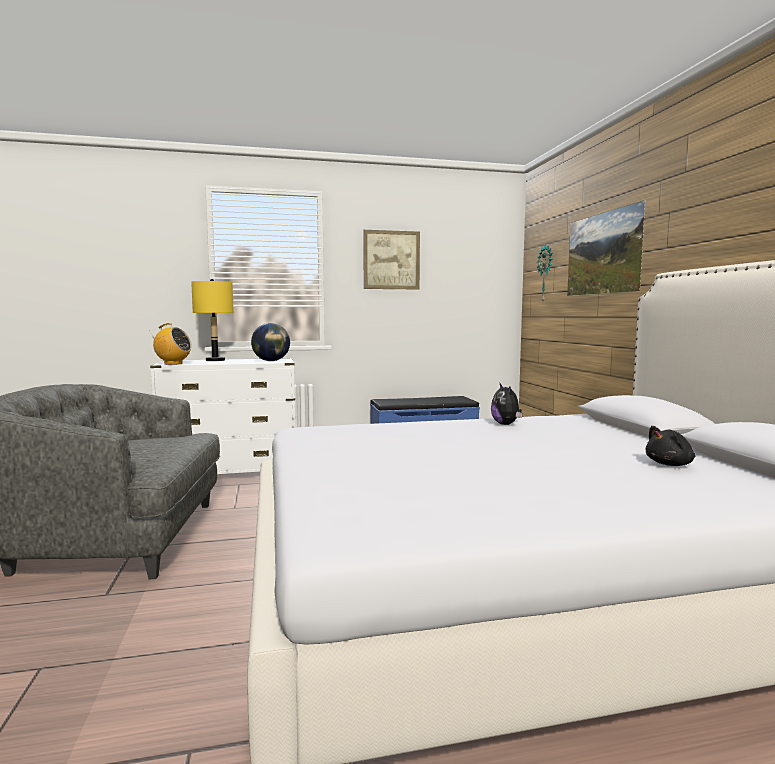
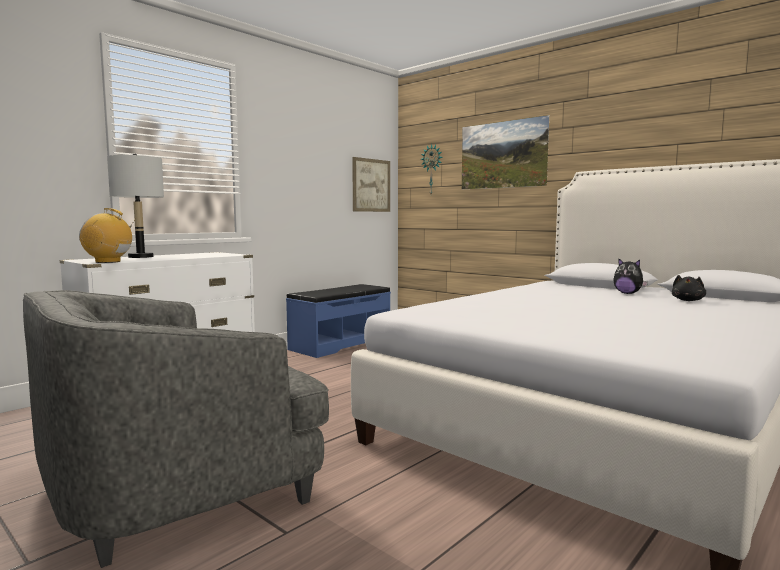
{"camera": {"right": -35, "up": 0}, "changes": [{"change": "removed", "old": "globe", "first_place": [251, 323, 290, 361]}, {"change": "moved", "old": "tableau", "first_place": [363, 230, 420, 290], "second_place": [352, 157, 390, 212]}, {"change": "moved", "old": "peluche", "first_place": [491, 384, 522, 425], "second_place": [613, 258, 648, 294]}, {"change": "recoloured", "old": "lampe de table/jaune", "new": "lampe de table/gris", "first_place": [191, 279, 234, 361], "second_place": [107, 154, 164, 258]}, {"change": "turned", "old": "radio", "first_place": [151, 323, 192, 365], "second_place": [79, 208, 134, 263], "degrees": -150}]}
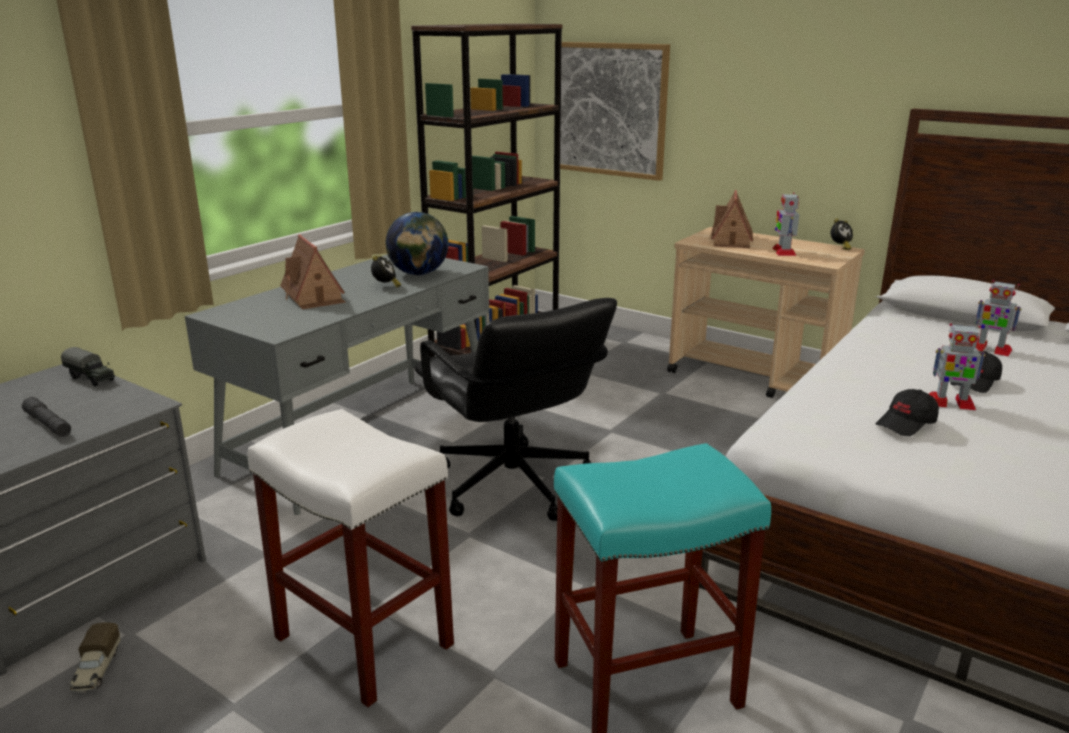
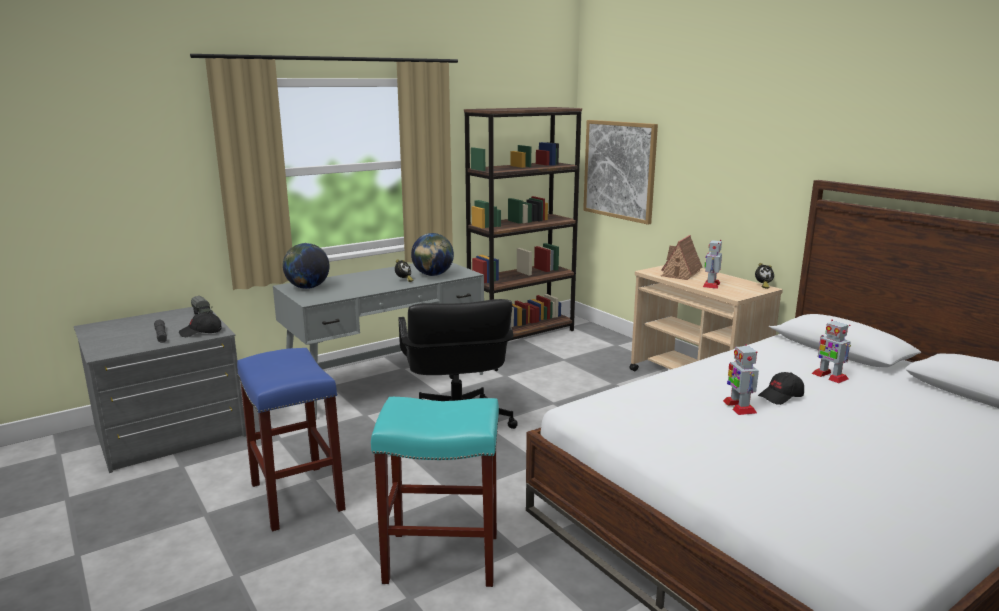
{"camera": {"right": 20, "up": -5}, "changes": [{"change": "removed", "old": "camion jouet", "first_place": [69, 622, 121, 693]}, {"change": "removed", "old": "maison miniature", "first_place": [280, 234, 345, 309]}, {"change": "added", "new": "globe", "second_place": [283, 243, 330, 289]}, {"change": "moved", "old": "casquette/noir", "first_place": [876, 389, 939, 436], "second_place": [179, 312, 222, 337]}, {"change": "recoloured", "old": "tabouret/blanc", "new": "tabouret/bleu", "first_place": [247, 409, 454, 707], "second_place": [237, 348, 346, 532]}, {"change": "turned", "old": "robot jouet", "first_place": [929, 323, 986, 410], "second_place": [723, 344, 759, 415], "degrees": 45}]}
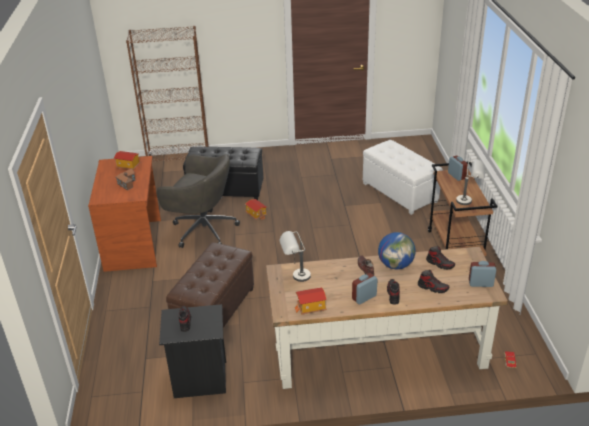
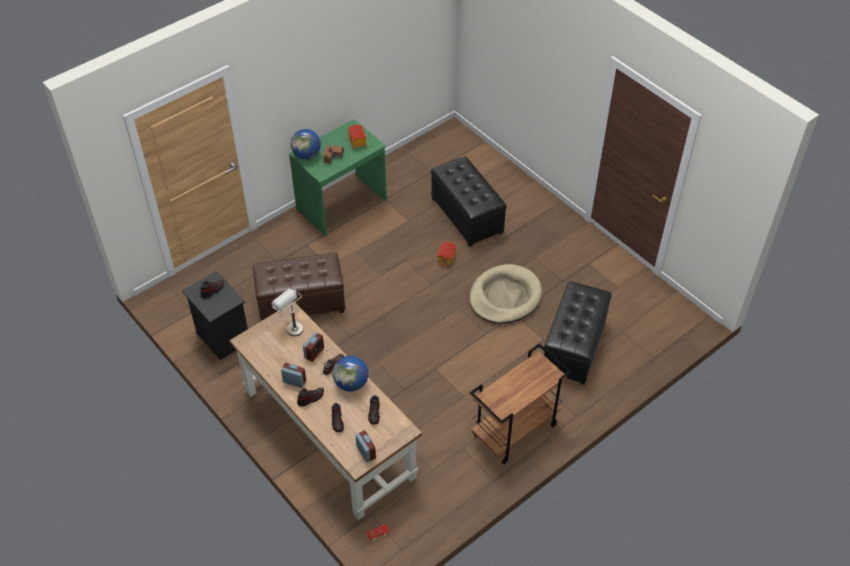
{"camera": {"right": 55, "up": 15}, "changes": [{"change": "removed", "old": "bibliothèque/marron", "first_place": [126, 26, 209, 162]}, {"change": "removed", "old": "chaise de bureau/gris", "first_place": [157, 154, 240, 248]}, {"change": "removed", "old": "maison miniature", "first_place": [295, 287, 327, 315]}, {"change": "removed", "old": "lampe de table/gris", "first_place": [456, 160, 485, 205]}, {"change": "added", "new": "globe", "second_place": [291, 129, 321, 159]}, {"change": "added", "new": "panier pour chien/beige", "second_place": [469, 264, 542, 324]}, {"change": "moved", "old": "réveil", "first_place": [448, 156, 467, 181], "second_place": [303, 332, 324, 362]}, {"change": "recoloured", "old": "bureau/marron", "new": "bureau/vert", "first_place": [88, 156, 161, 272], "second_place": [289, 119, 387, 236]}, {"change": "recoloured", "old": "pouf/blanc", "new": "pouf/noir", "first_place": [363, 140, 443, 215], "second_place": [544, 281, 612, 385]}]}
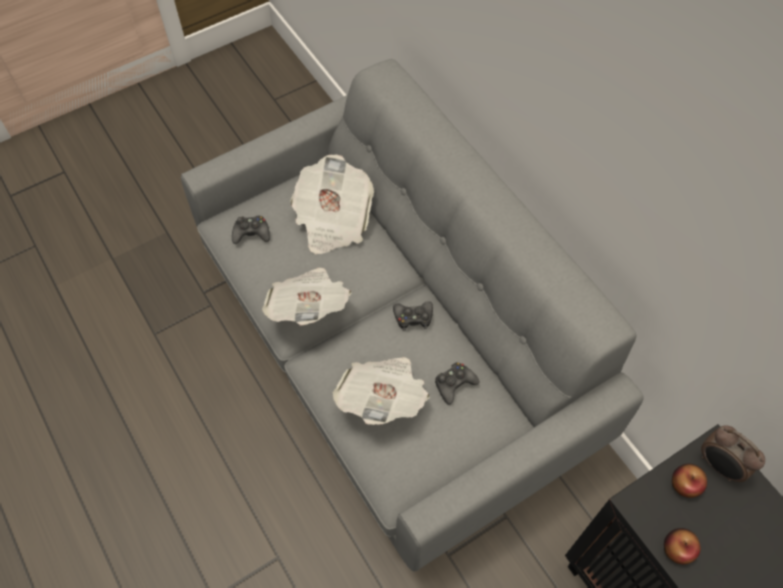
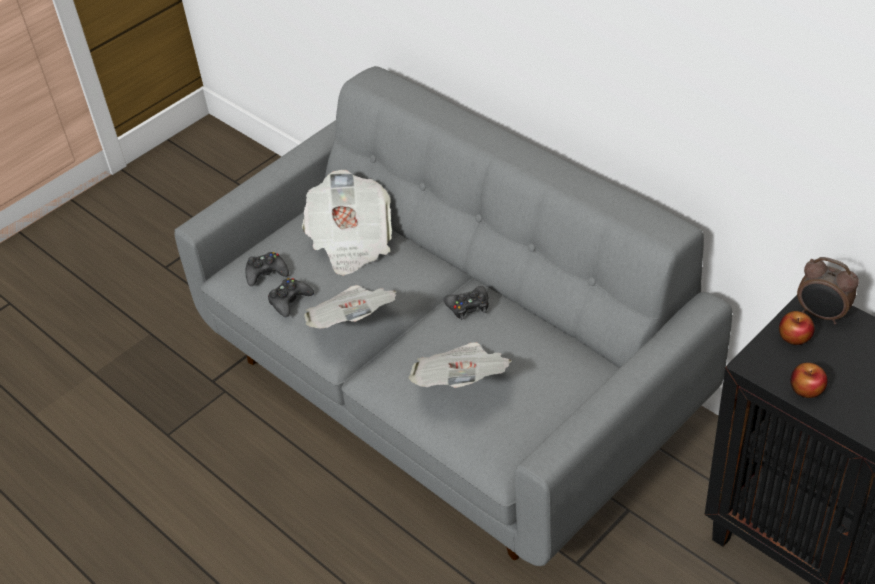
{"camera": {"right": -10, "up": -15}, "changes": [{"change": "moved", "old": "manette/noir", "first_place": [435, 362, 479, 405], "second_place": [268, 278, 314, 317]}]}
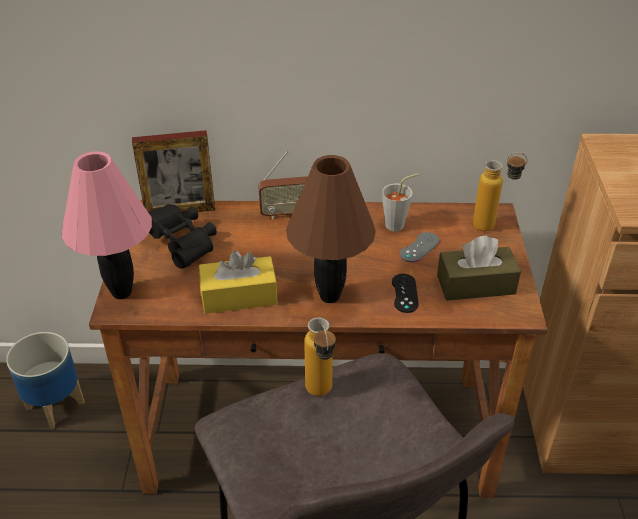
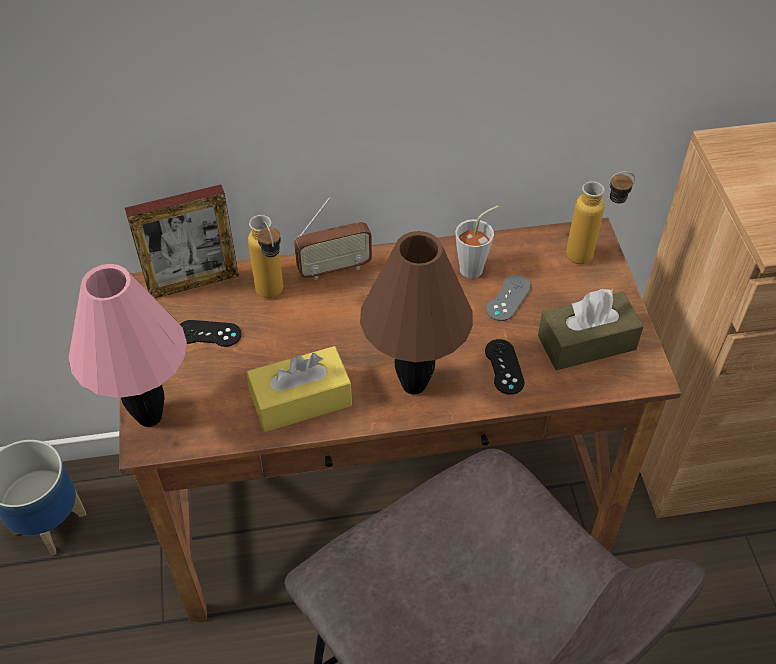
{"camera": {"right": -10, "up": 10}, "changes": [{"change": "moved", "old": "bouteille", "first_place": [304, 317, 336, 396], "second_place": [248, 215, 283, 298]}, {"change": "replaced", "old": "jumelles/noir", "new": "manette/noir", "first_place": [148, 204, 217, 269], "second_place": [180, 320, 241, 347]}]}
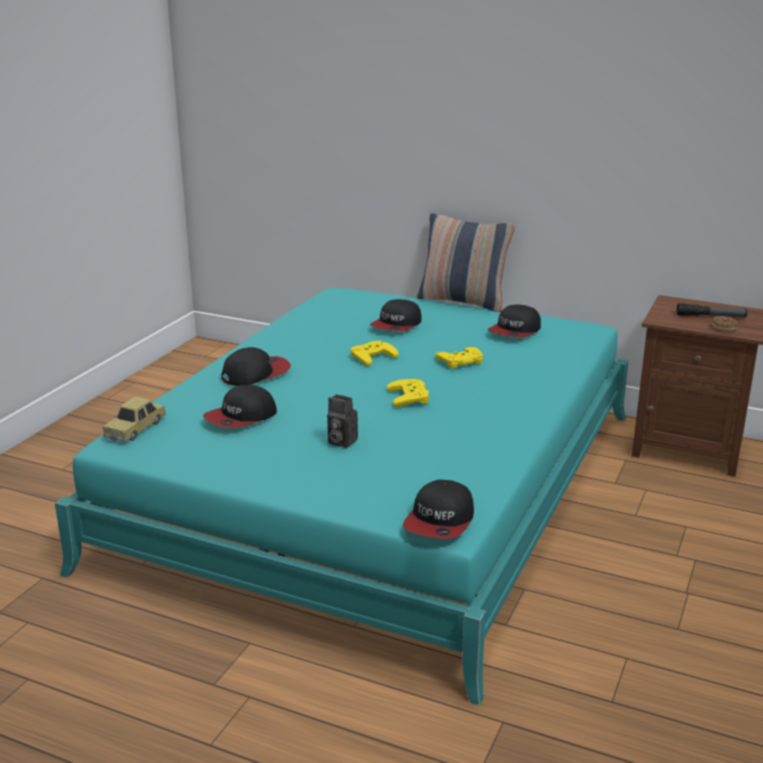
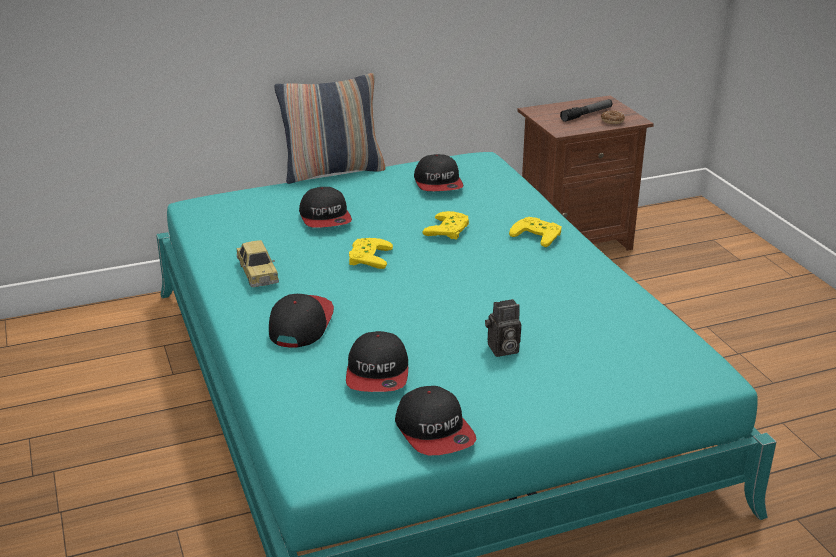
{"camera": {"right": -45, "up": 5}, "changes": [{"change": "moved", "old": "petite voiture", "first_place": [103, 397, 166, 442], "second_place": [237, 240, 279, 287]}, {"change": "moved", "old": "manette/jaune", "first_place": [387, 379, 429, 407], "second_place": [509, 217, 562, 247]}, {"change": "moved", "old": "casquette", "first_place": [403, 480, 474, 539], "second_place": [395, 386, 477, 455]}]}
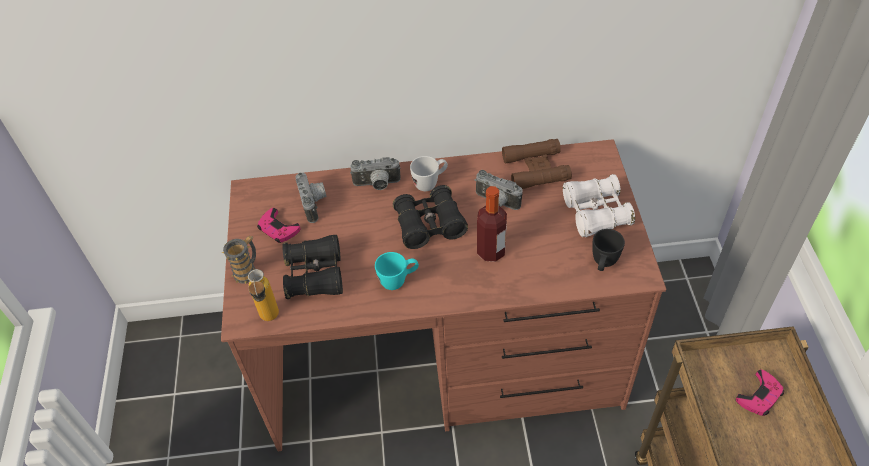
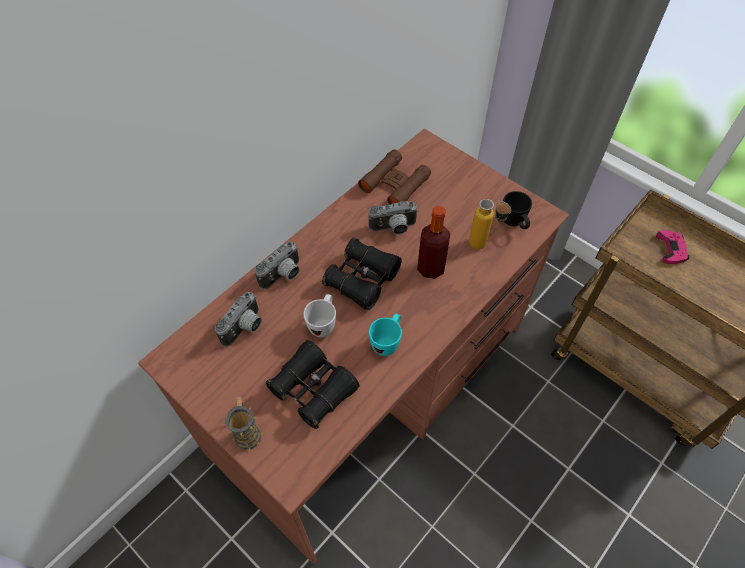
{"camera": {"right": -45, "up": 5}, "changes": [{"change": "removed", "old": "manette/rose", "first_place": [257, 208, 301, 243]}, {"change": "removed", "old": "jumelles/blanc", "first_place": [563, 174, 635, 237]}, {"change": "moved", "old": "bouteille", "first_place": [248, 269, 279, 321], "second_place": [469, 199, 511, 250]}, {"change": "moved", "old": "mug/blanc", "first_place": [410, 156, 448, 191], "second_place": [303, 294, 336, 337]}, {"change": "turned", "old": "appareil photo", "first_place": [295, 172, 327, 223], "second_place": [215, 292, 262, 347], "degrees": 90}]}
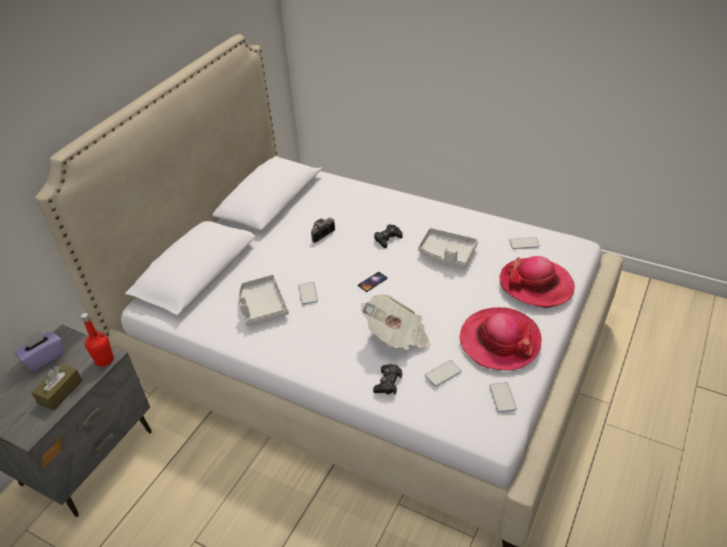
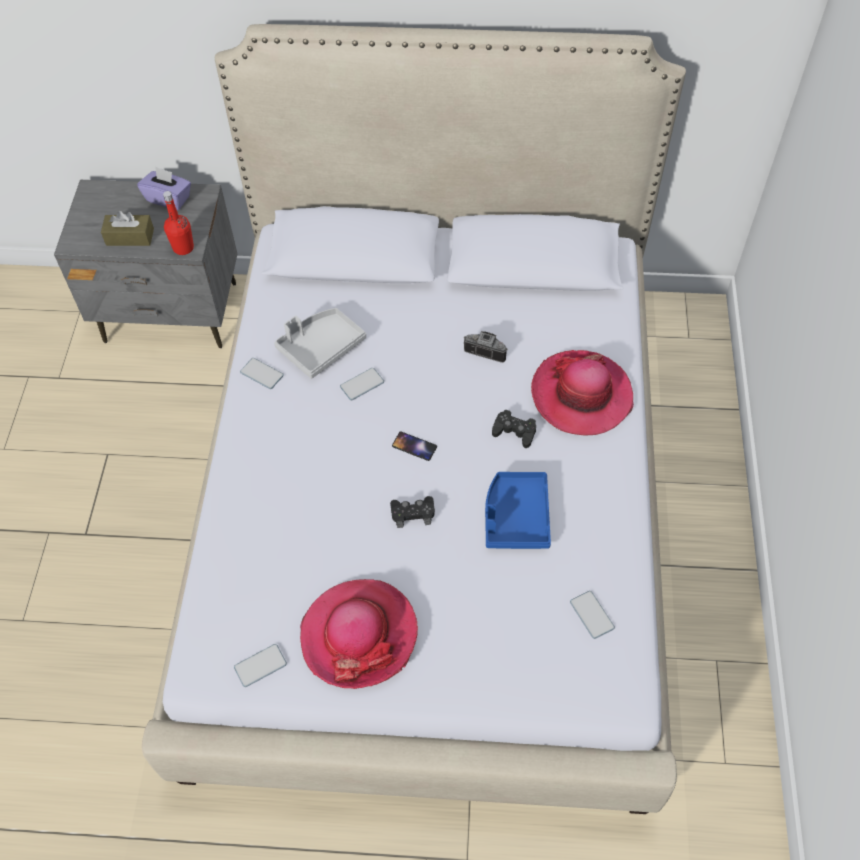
{"camera": {"right": 65, "up": 15}, "changes": [{"change": "removed", "old": "journal", "first_place": [361, 295, 431, 350]}, {"change": "moved", "old": "manette/noir", "first_place": [373, 364, 402, 395], "second_place": [390, 496, 435, 528]}, {"change": "moved", "old": "téléphone", "first_place": [425, 360, 462, 387], "second_place": [240, 358, 284, 389]}, {"change": "moved", "old": "chapeau", "first_place": [500, 256, 575, 308], "second_place": [531, 350, 634, 436]}, {"change": "recoloured", "old": "plateau/gris", "new": "plateau/bleu", "first_place": [418, 228, 478, 268], "second_place": [485, 472, 551, 549]}]}
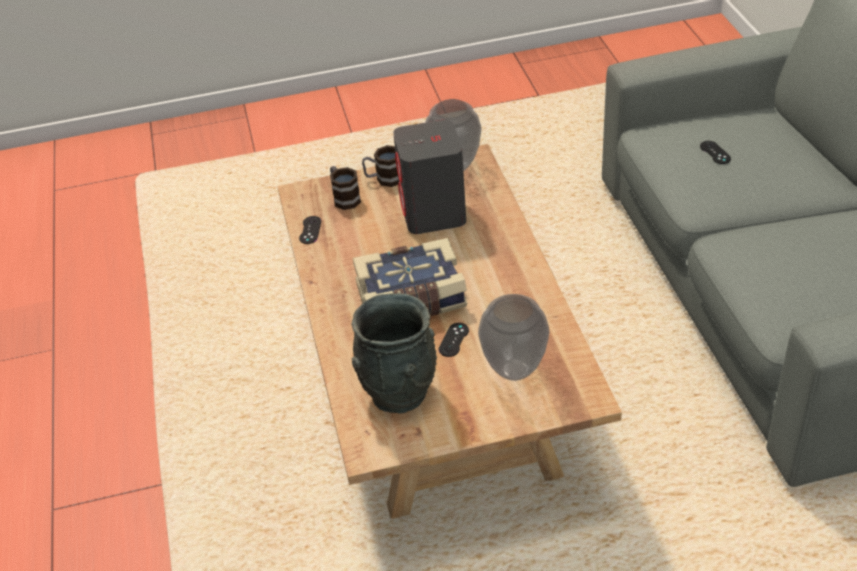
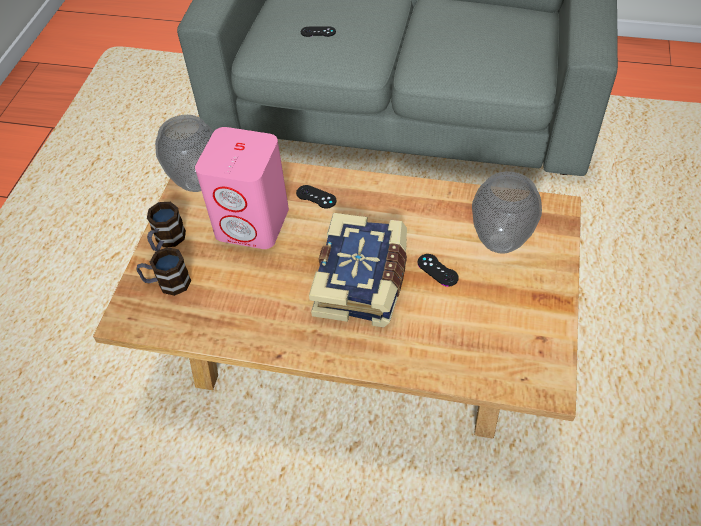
{"camera": {"right": -65, "up": 10}, "changes": [{"change": "removed", "old": "vase/gris", "first_place": [351, 293, 437, 414]}, {"change": "moved", "old": "manette/noir", "first_place": [299, 216, 321, 244], "second_place": [296, 185, 336, 208]}, {"change": "recoloured", "old": "enceinte/gris", "new": "enceinte/rose", "first_place": [393, 120, 466, 234], "second_place": [195, 127, 289, 249]}]}
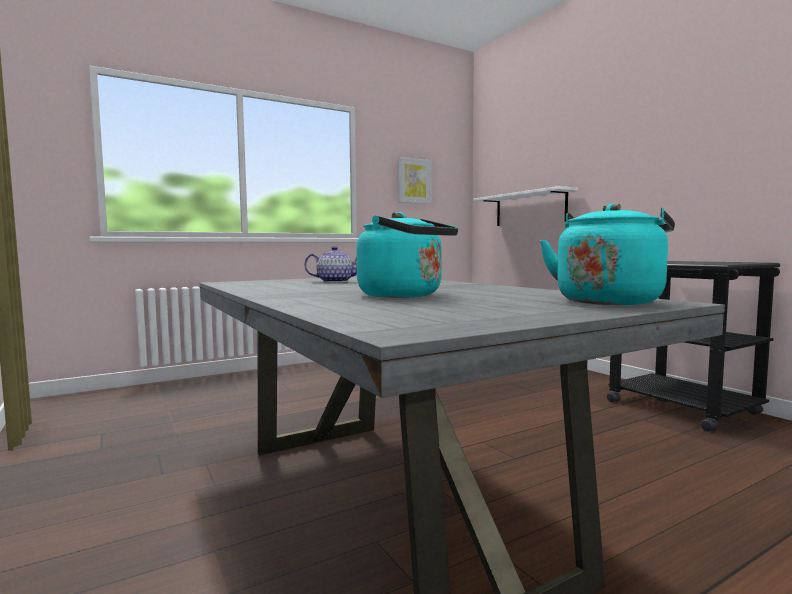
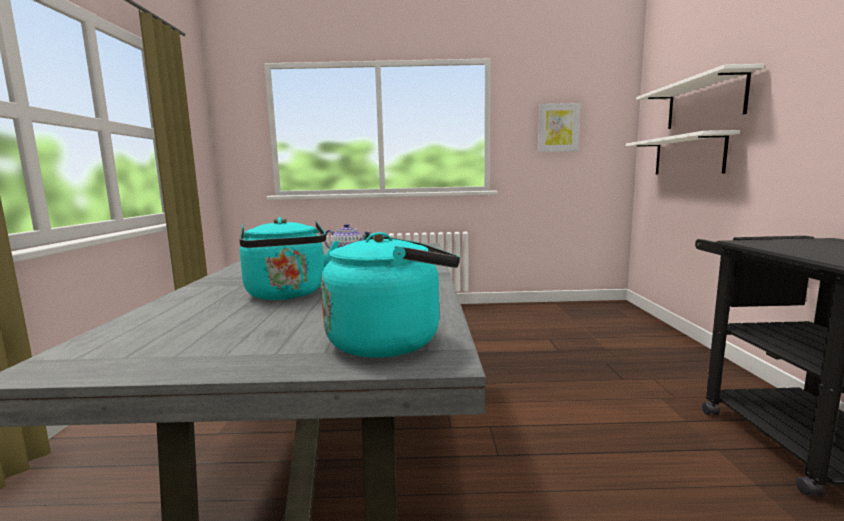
{"camera": {"right": 30, "up": 5}, "changes": [{"change": "added", "new": "étagère/blanc", "second_place": [636, 64, 764, 129]}]}
